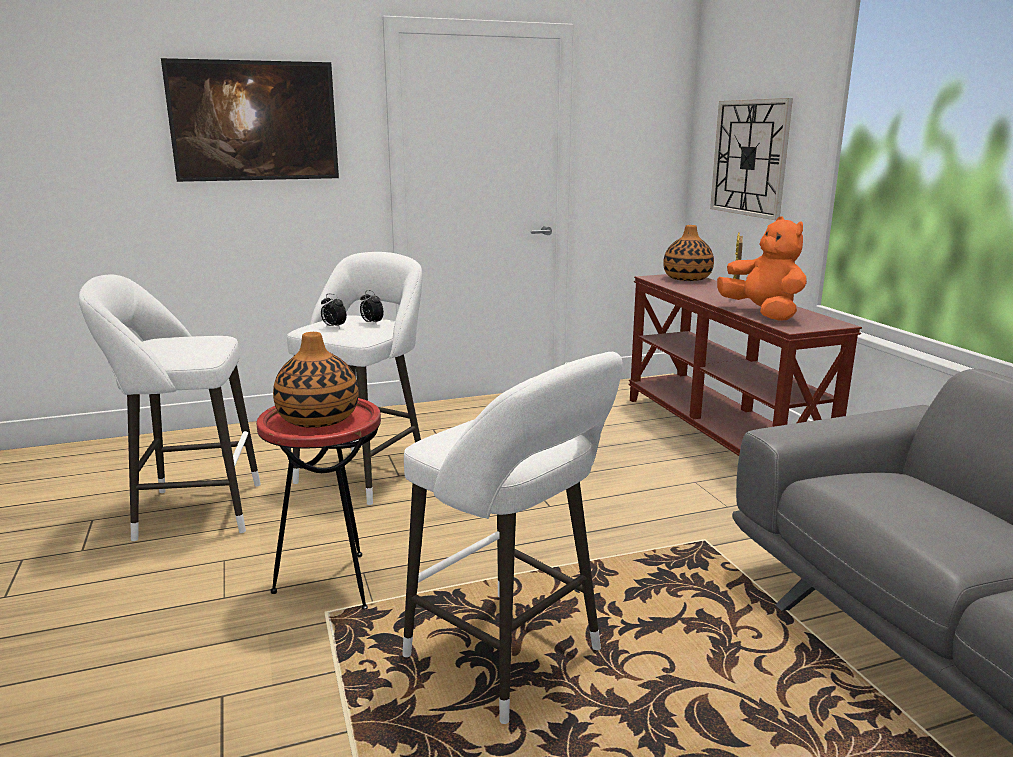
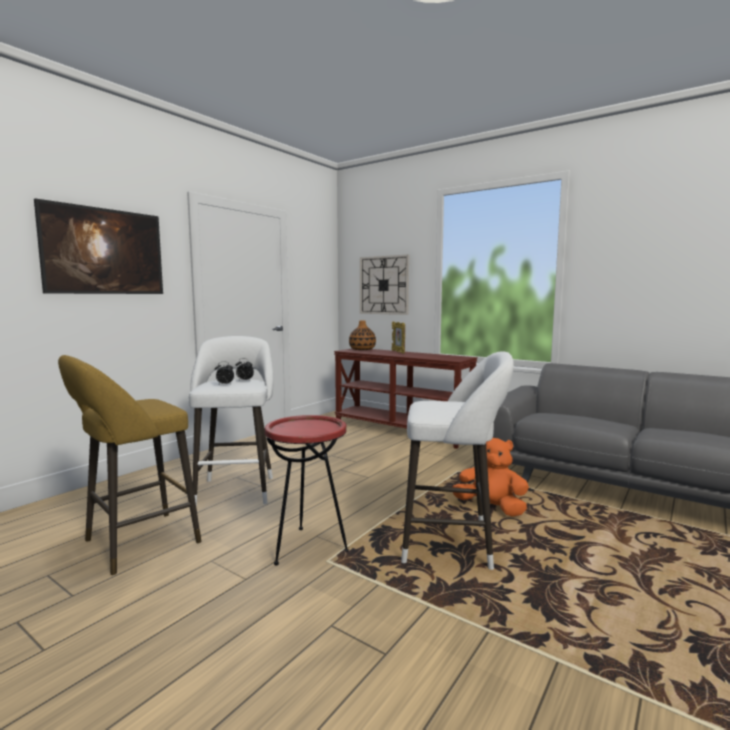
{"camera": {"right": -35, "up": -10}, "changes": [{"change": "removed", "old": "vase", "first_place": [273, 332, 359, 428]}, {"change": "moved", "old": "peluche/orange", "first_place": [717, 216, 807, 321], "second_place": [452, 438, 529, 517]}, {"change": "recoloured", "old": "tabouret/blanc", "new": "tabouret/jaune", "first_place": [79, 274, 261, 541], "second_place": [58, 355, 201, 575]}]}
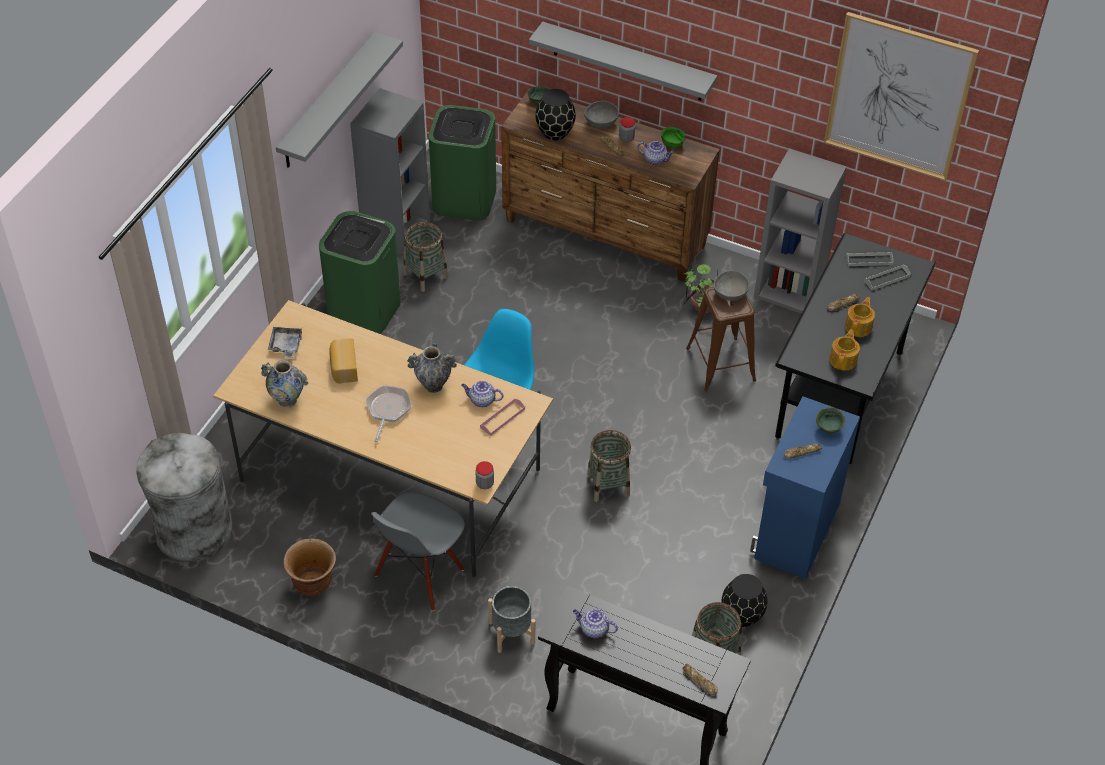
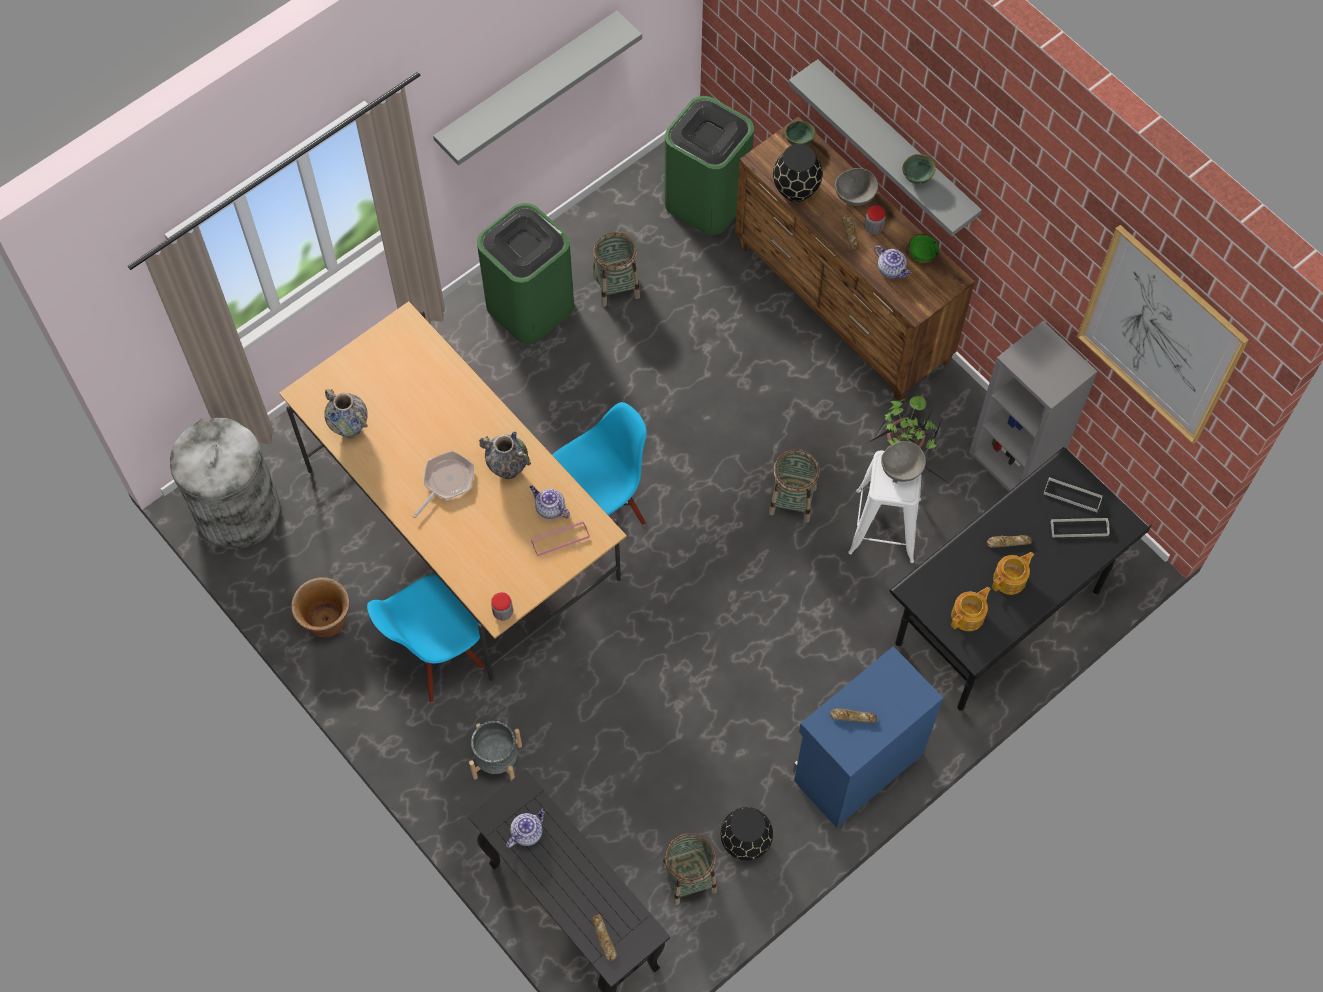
{"camera": {"right": 25, "up": 15}, "changes": [{"change": "removed", "old": "plateau/gris", "first_place": [268, 327, 302, 358]}, {"change": "removed", "old": "pain", "first_place": [329, 338, 358, 384]}, {"change": "removed", "old": "bibliothèque/gris", "first_place": [350, 88, 430, 256]}, {"change": "moved", "old": "panier", "first_place": [587, 430, 631, 502], "second_place": [769, 449, 820, 523]}, {"change": "moved", "old": "bol/vert", "first_place": [816, 408, 845, 434], "second_place": [902, 154, 936, 184]}, {"change": "recoloured", "old": "chaise/gris", "new": "chaise/bleu", "first_place": [371, 492, 465, 611], "second_place": [367, 574, 485, 703]}, {"change": "recoloured", "old": "tabouret/marron", "new": "tabouret/blanc", "first_place": [686, 287, 756, 392], "second_place": [848, 450, 922, 563]}, {"change": "turned", "old": "théière", "first_place": [573, 609, 618, 638], "second_place": [506, 808, 546, 848], "degrees": 90}]}
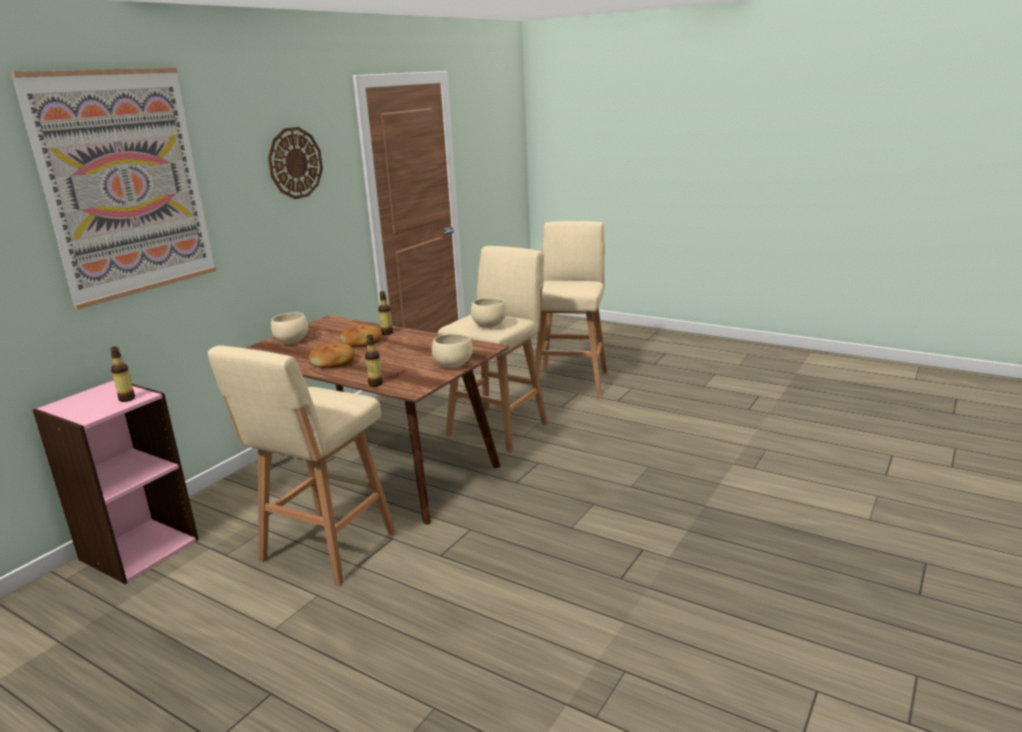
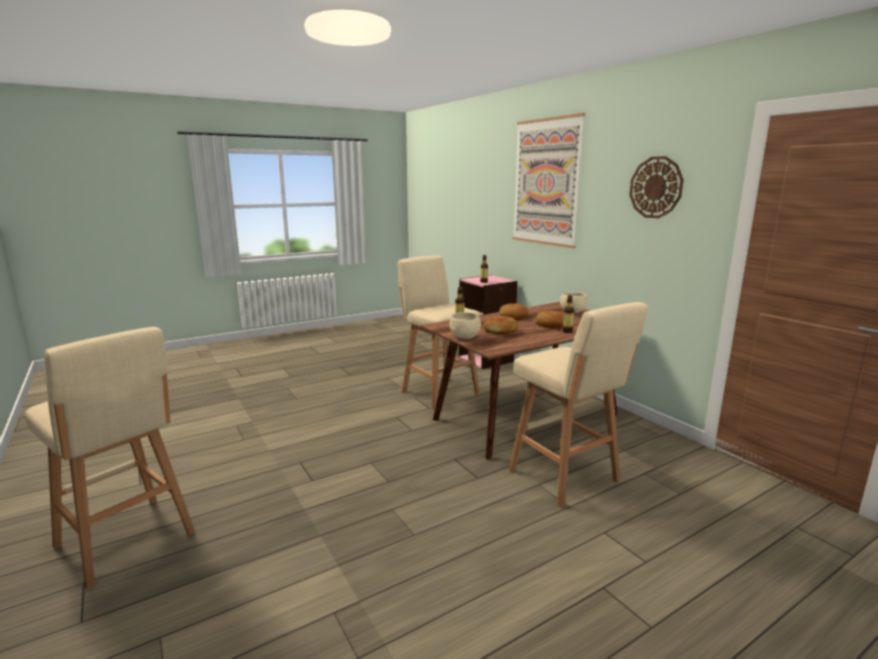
{"camera": {"right": 115, "up": -5}, "changes": [{"change": "removed", "old": "bol/beige", "first_place": [471, 298, 506, 328]}, {"change": "added", "new": "pain", "second_place": [483, 316, 518, 334]}, {"change": "moved", "old": "tabouret/beige", "first_place": [535, 221, 607, 396], "second_place": [25, 327, 195, 590]}]}
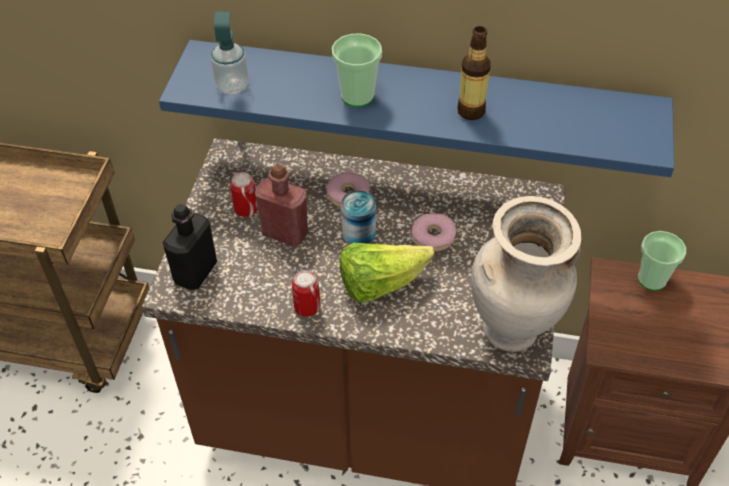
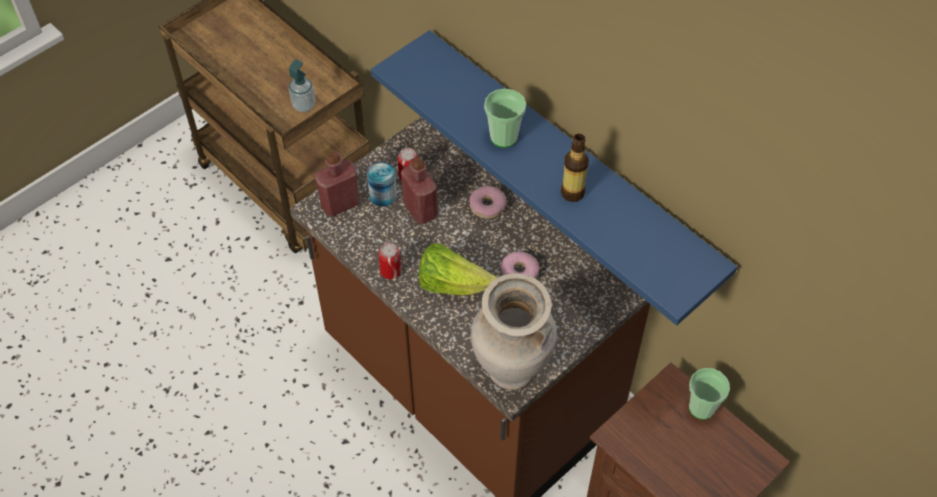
{"camera": {"right": 35, "up": 5}, "changes": [{"change": "moved", "old": "distributeur de savon", "first_place": [211, 12, 249, 94], "second_place": [289, 59, 315, 112]}, {"change": "moved", "old": "boîte métallique", "first_place": [341, 191, 376, 244], "second_place": [367, 162, 397, 207]}, {"change": "recoloured", "old": "bouteille/noir", "new": "bouteille/rouge", "first_place": [162, 204, 217, 290], "second_place": [315, 152, 359, 217]}]}
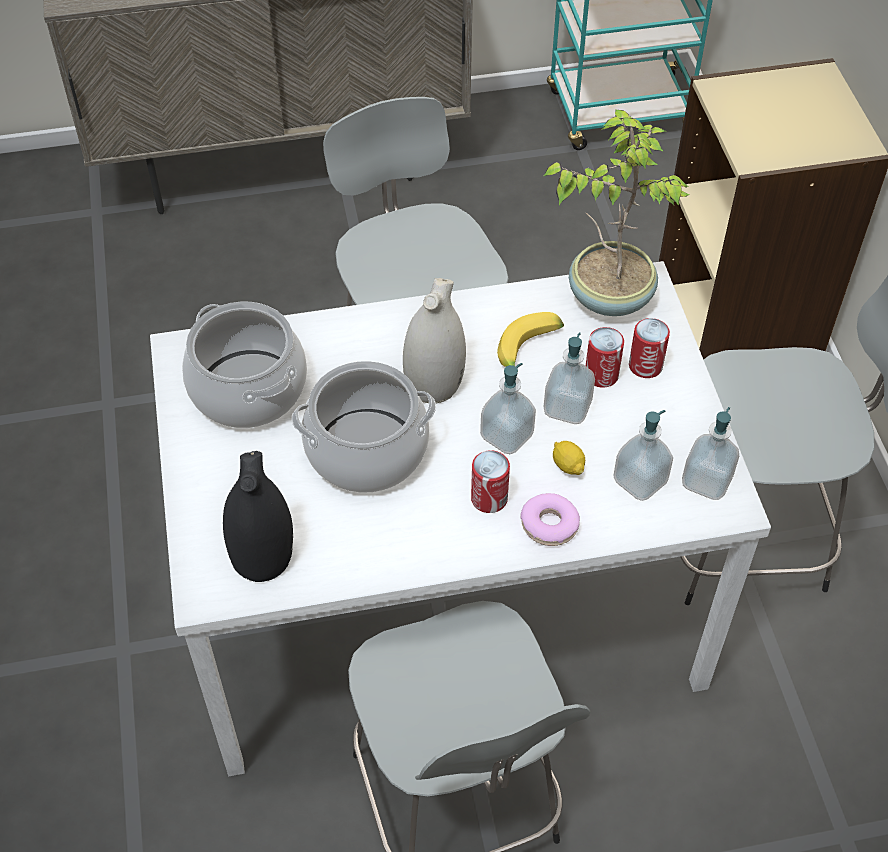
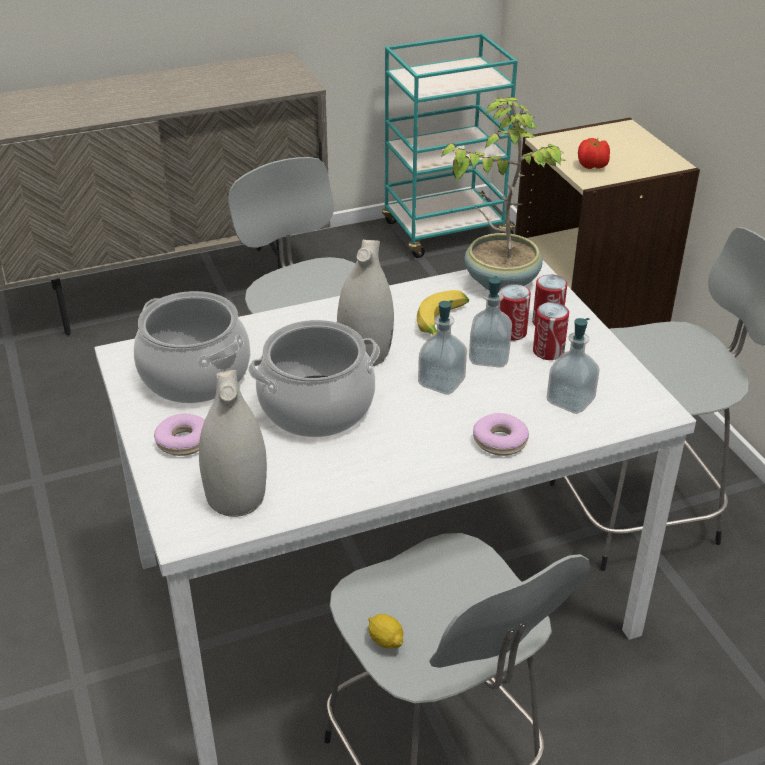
{"camera": {"right": -10, "up": -15}, "changes": [{"change": "removed", "old": "distributeur de savon", "first_place": [682, 407, 739, 500]}, {"change": "added", "new": "beignet", "second_place": [154, 414, 205, 456]}, {"change": "added", "new": "tomate", "second_place": [578, 138, 610, 169]}, {"change": "moved", "old": "boîte métallique", "first_place": [471, 450, 510, 513], "second_place": [533, 302, 569, 360]}, {"change": "moved", "old": "citron", "first_place": [553, 441, 585, 475], "second_place": [368, 614, 403, 648]}, {"change": "recoloured", "old": "vase/noir", "new": "vase/blanc", "first_place": [223, 451, 293, 582], "second_place": [199, 370, 267, 517]}]}
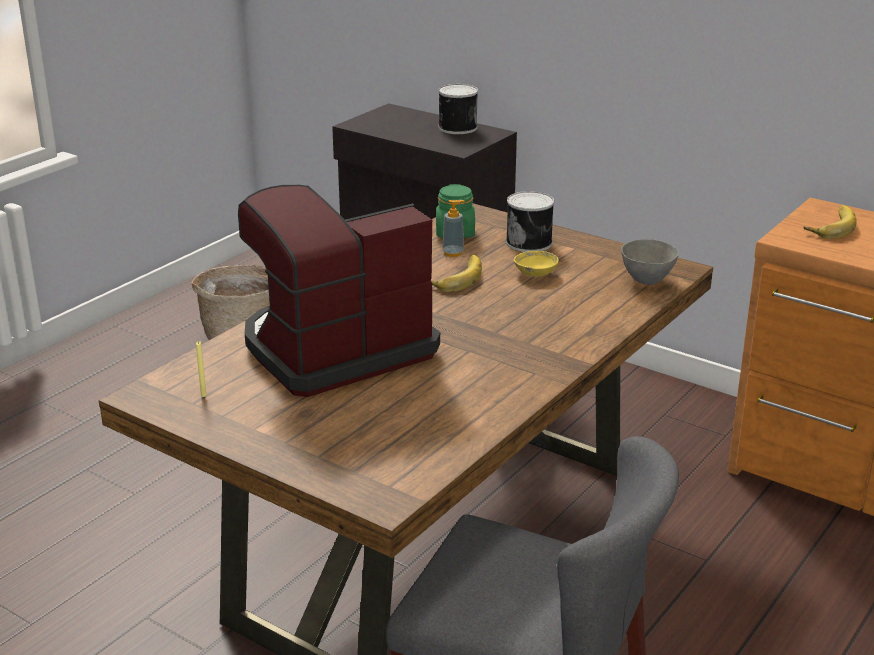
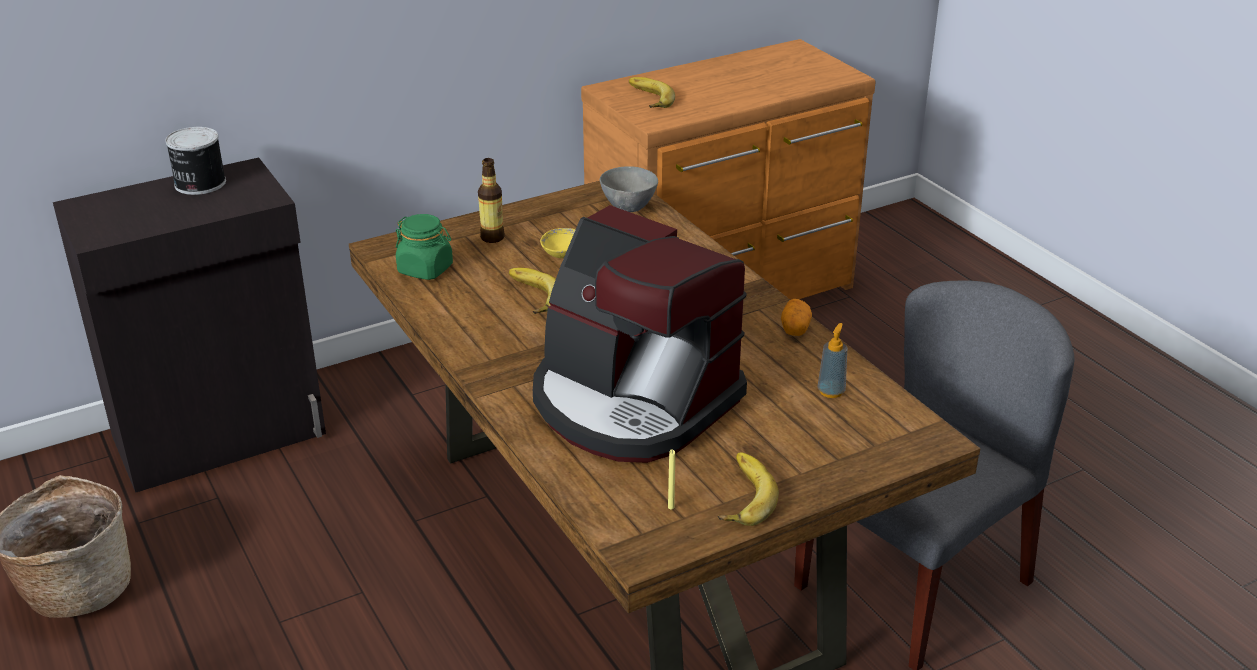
{"camera": {"right": -65, "up": 5}, "changes": [{"change": "added", "new": "banane", "second_place": [718, 452, 779, 526]}, {"change": "added", "new": "pomme de terre", "second_place": [781, 299, 812, 336]}, {"change": "moved", "old": "distributeur de savon", "first_place": [442, 200, 465, 257], "second_place": [817, 323, 847, 398]}, {"change": "replaced", "old": "boîte métallique", "new": "bouteille", "first_place": [506, 191, 554, 252], "second_place": [478, 158, 505, 243]}, {"change": "turned", "old": "machine à café", "first_place": [238, 185, 440, 397], "second_place": [533, 205, 747, 463], "degrees": -45}]}
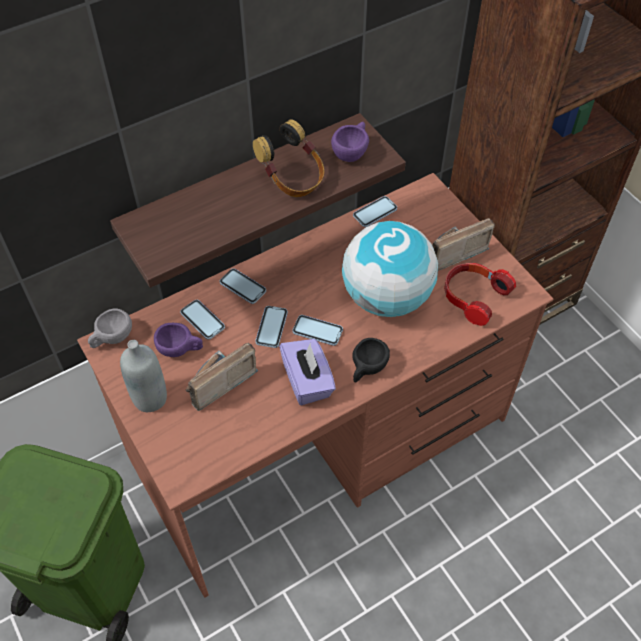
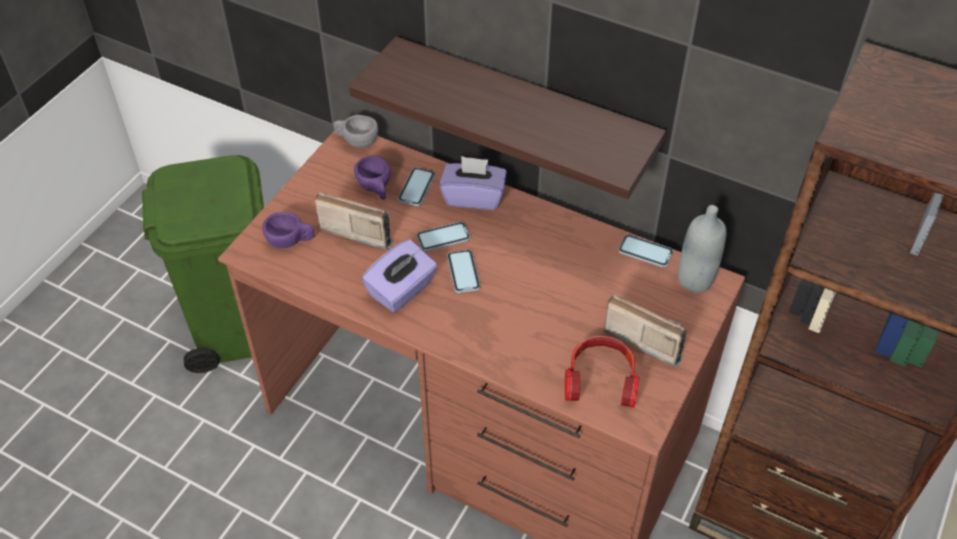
{"camera": {"right": 60, "up": -5}, "changes": [{"change": "removed", "old": "casque audio", "first_place": [253, 120, 324, 197]}, {"change": "removed", "old": "globe", "first_place": [342, 221, 438, 317]}, {"change": "removed", "old": "tasse/noir", "first_place": [352, 338, 390, 382]}, {"change": "moved", "old": "bouteille/gris", "first_place": [120, 340, 167, 412], "second_place": [678, 205, 726, 293]}, {"change": "moved", "old": "tasse/violet", "first_place": [331, 122, 369, 162], "second_place": [262, 212, 315, 248]}, {"change": "replaced", "old": "téléphone", "new": "boîte à mouchoirs/violet", "first_place": [220, 268, 266, 304], "second_place": [439, 156, 507, 210]}]}
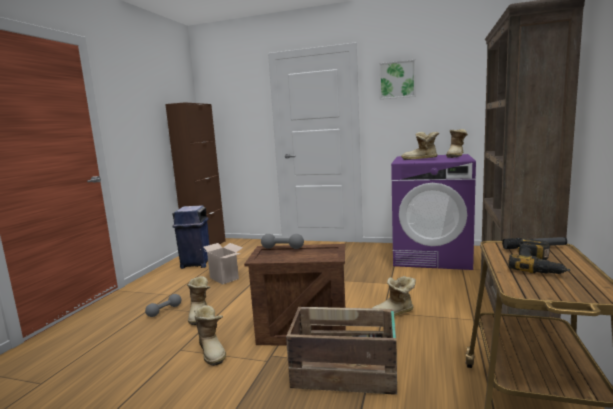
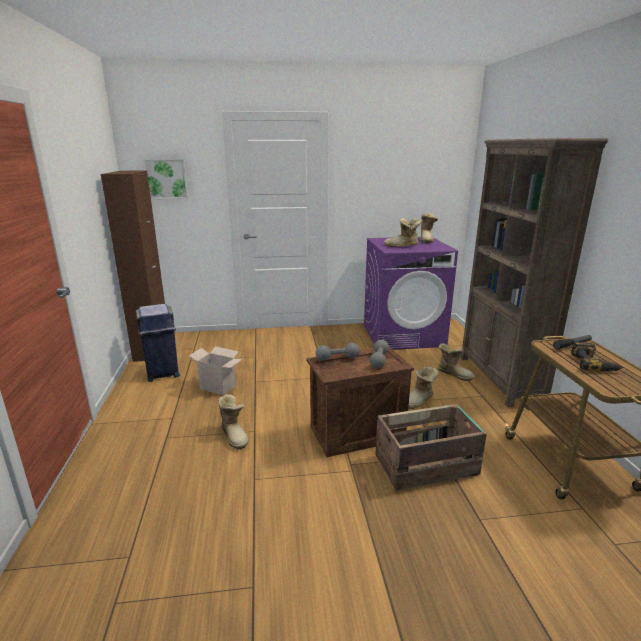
{"camera": {"right": -25, "up": 10}, "changes": [{"change": "moved", "old": "haltère/gris", "first_place": [145, 294, 181, 317], "second_place": [370, 340, 389, 368]}, {"change": "moved", "old": "botte", "first_place": [194, 305, 226, 366], "second_place": [437, 343, 475, 381]}, {"change": "moved", "old": "tableau", "first_place": [379, 60, 415, 99], "second_place": [144, 159, 188, 199]}]}
